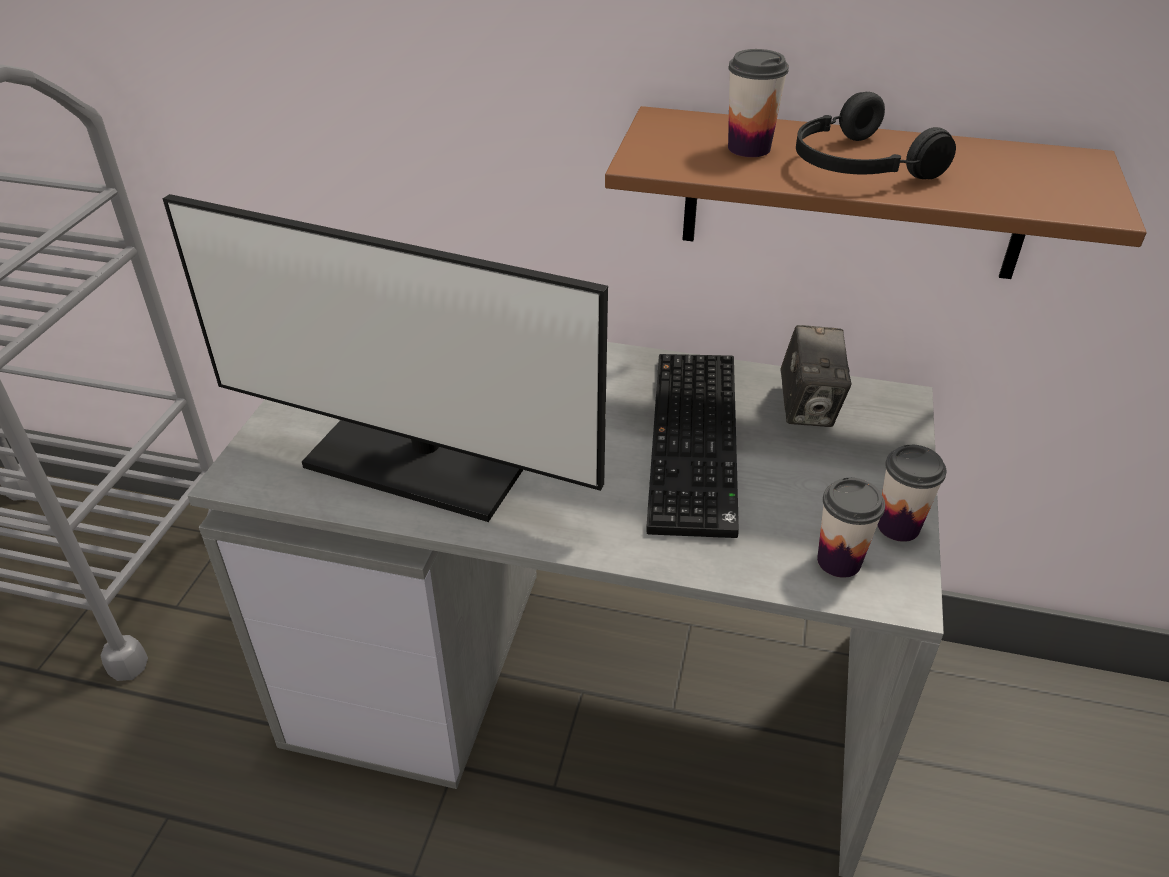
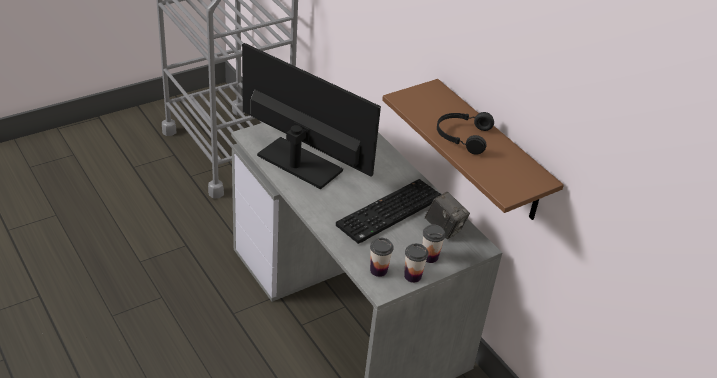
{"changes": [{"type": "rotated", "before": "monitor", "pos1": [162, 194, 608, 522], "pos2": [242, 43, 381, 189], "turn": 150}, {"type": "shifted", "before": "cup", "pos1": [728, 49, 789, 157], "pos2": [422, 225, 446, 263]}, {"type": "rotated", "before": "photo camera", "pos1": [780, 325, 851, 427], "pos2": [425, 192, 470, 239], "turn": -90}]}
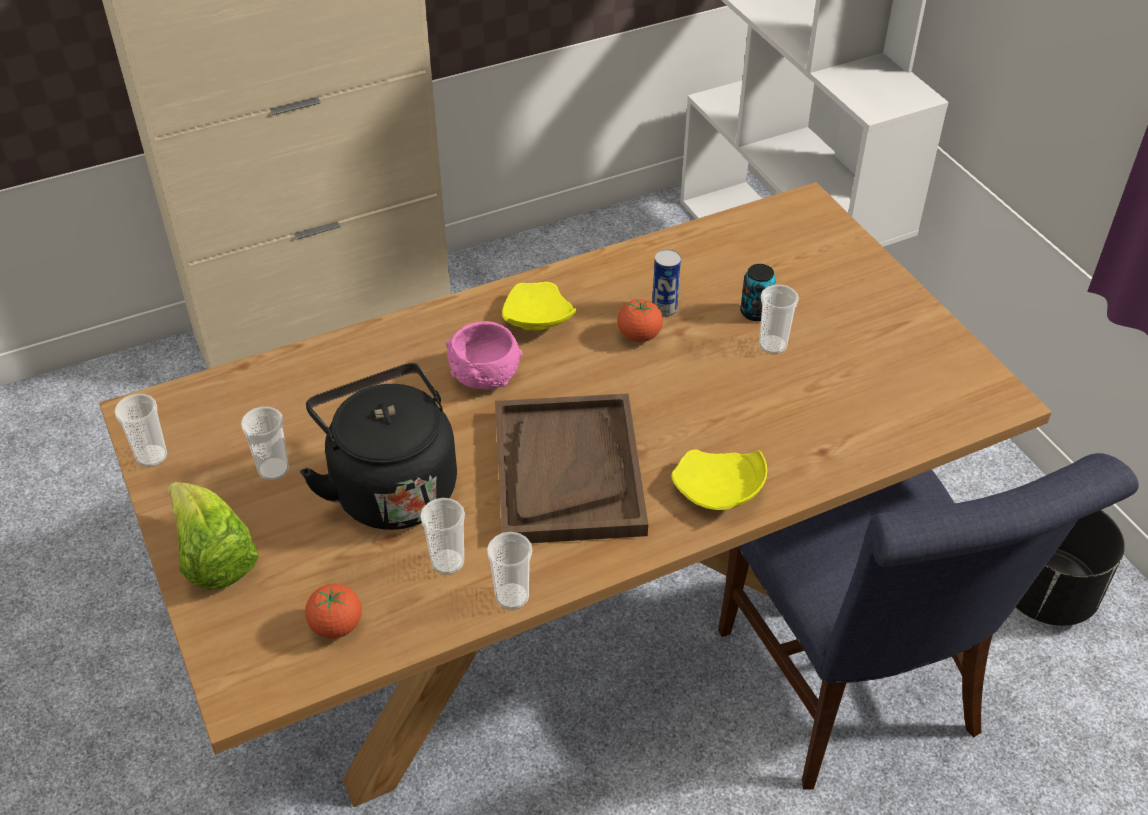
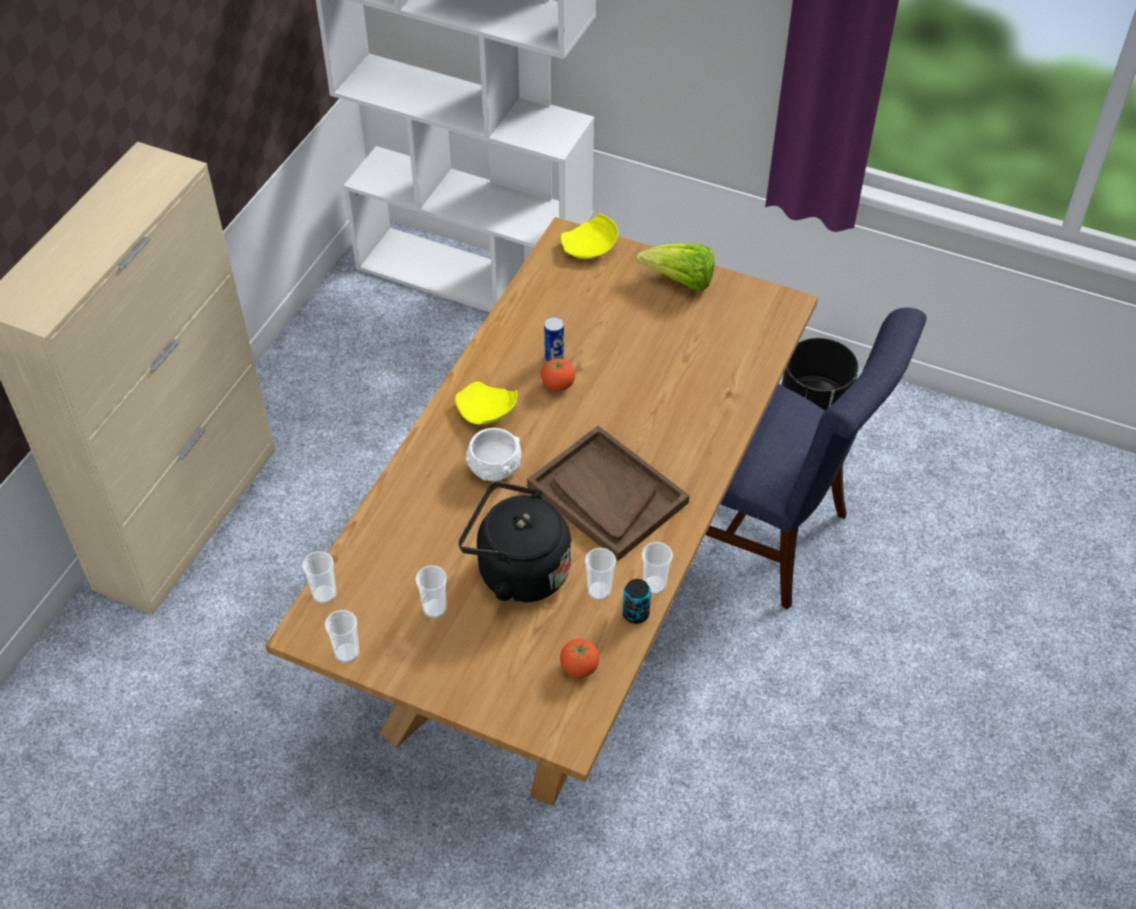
{"changes": [{"type": "shifted", "before": "lettuce", "pos1": [168, 482, 259, 589], "pos2": [636, 243, 715, 291]}, {"type": "repainted", "before": "pink bowl", "after": "white bowl", "pos1": [446, 321, 522, 390], "pos2": [466, 428, 521, 481]}, {"type": "shifted", "before": "yellow plate", "pos1": [671, 450, 767, 510], "pos2": [561, 213, 618, 259]}, {"type": "shifted", "before": "can", "pos1": [740, 264, 776, 321], "pos2": [623, 579, 651, 624]}, {"type": "shifted", "before": "cup", "pos1": [759, 284, 799, 354], "pos2": [302, 551, 337, 604]}]}
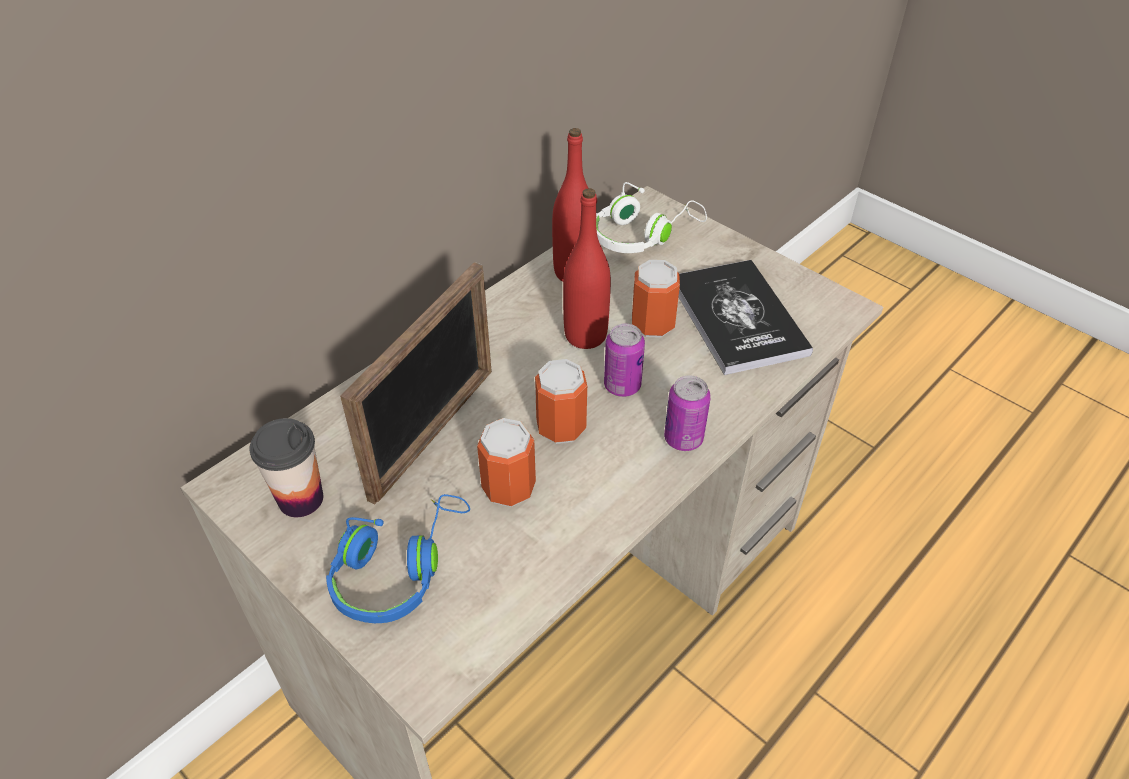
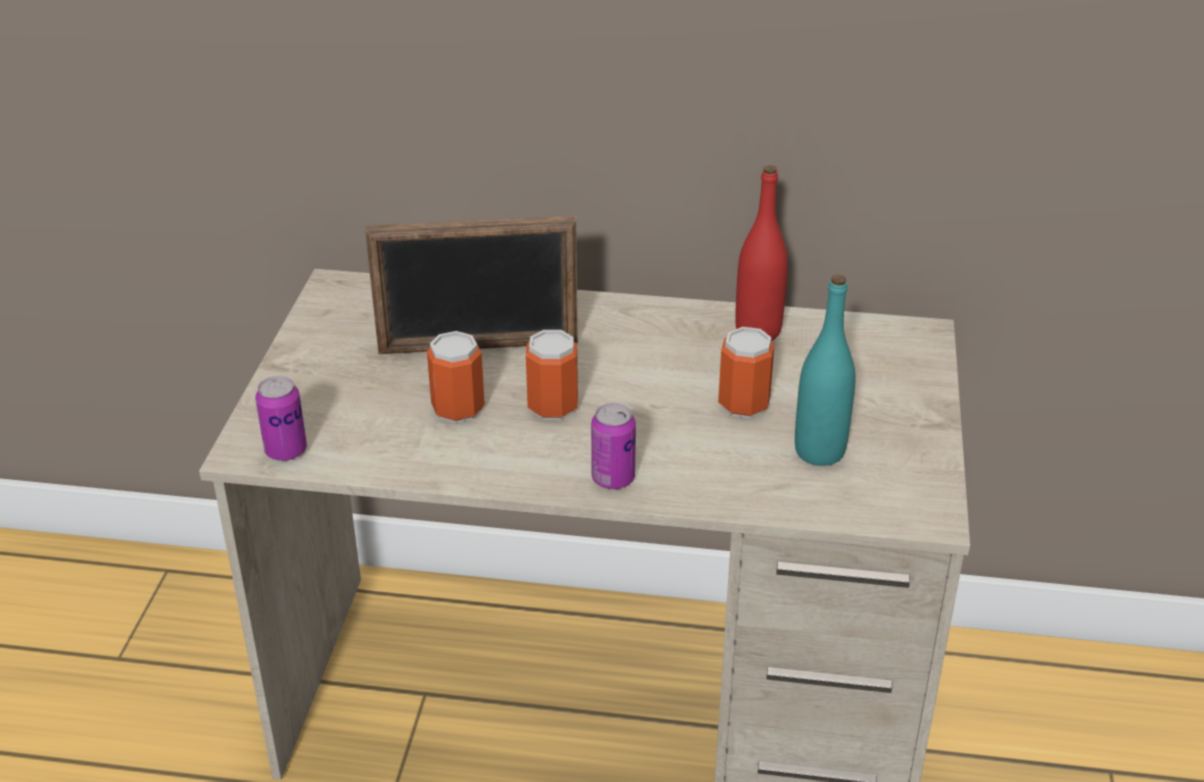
{"changes": [{"type": "gone", "before": "cup", "pos1": [249, 418, 323, 517]}, {"type": "gone", "before": "blue headphones", "pos1": [326, 494, 470, 623]}, {"type": "gone", "before": "red bottle", "pos1": [563, 188, 611, 349]}, {"type": "gone", "before": "white headphones", "pos1": [596, 182, 707, 253]}, {"type": "shifted", "before": "can", "pos1": [604, 324, 645, 397], "pos2": [255, 376, 307, 461]}, {"type": "swapped", "before": "book", "after": "turquoise bottle", "pos1": [679, 260, 813, 375], "pos2": [795, 275, 856, 466]}]}
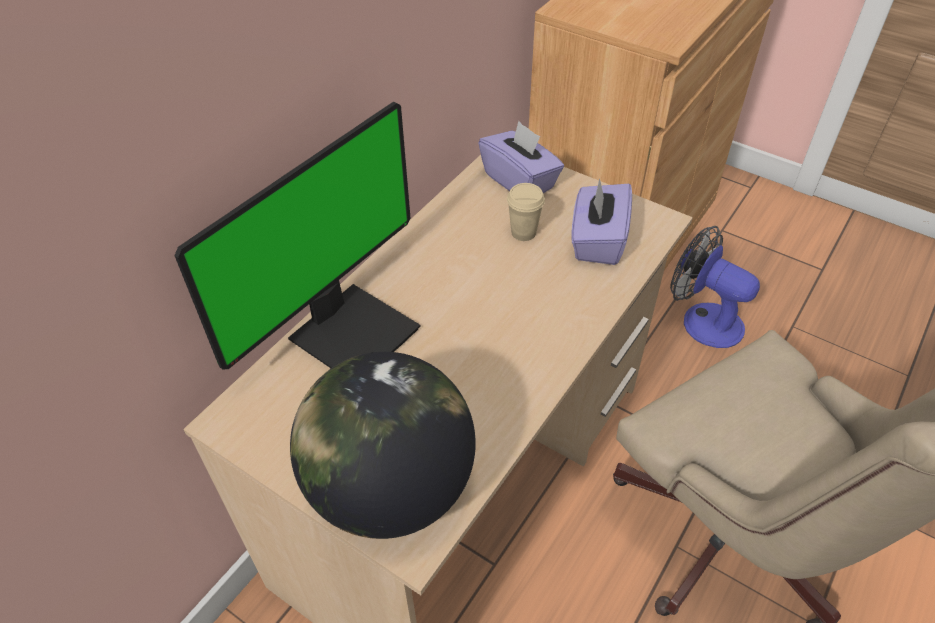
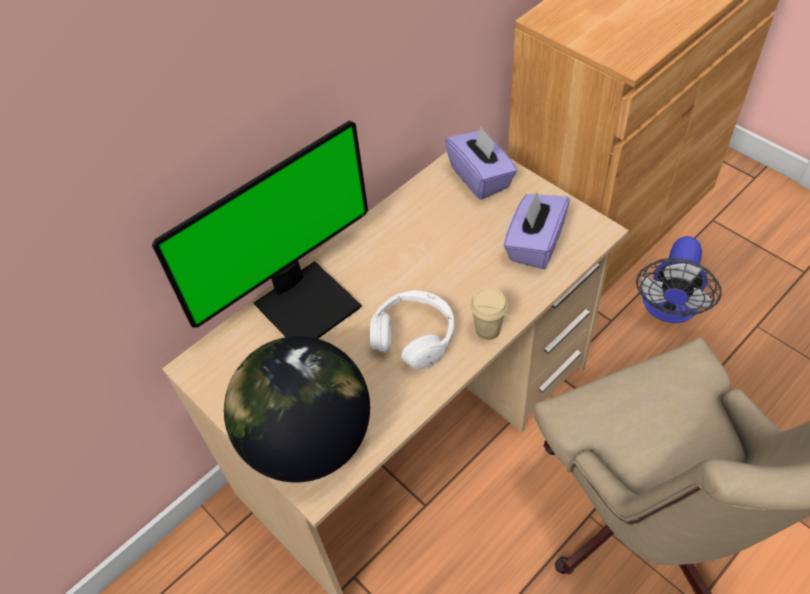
{"changes": [{"type": "shifted", "before": "beige cup", "pos1": [507, 183, 545, 241], "pos2": [470, 288, 508, 340]}, {"type": "rotated", "before": "fan", "pos1": [670, 226, 760, 348], "pos2": [636, 236, 722, 323], "turn": -120}, {"type": "new", "after": "white headphones", "pos2": [369, 290, 454, 370]}]}
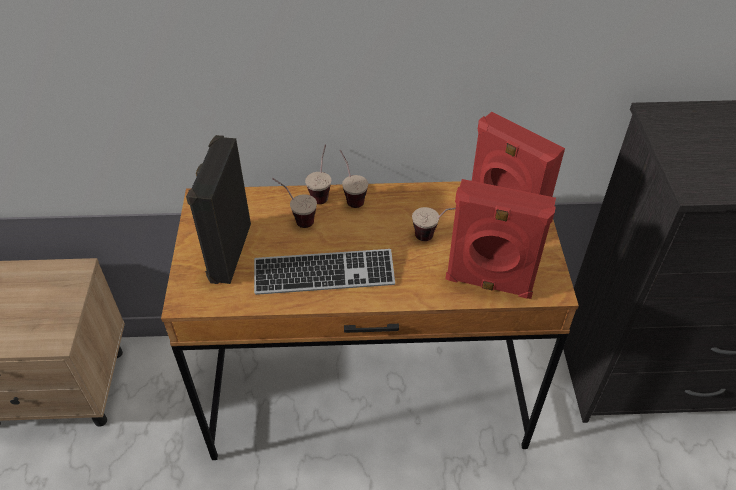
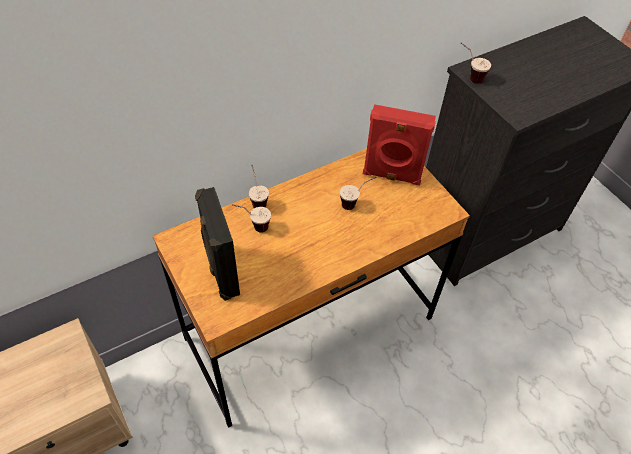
{"changes": [{"type": "gone", "before": "keyboard", "pos1": [254, 249, 395, 295]}, {"type": "shifted", "before": "cup", "pos1": [340, 150, 368, 208], "pos2": [461, 43, 491, 84]}, {"type": "gone", "before": "red speaker", "pos1": [446, 179, 556, 299]}]}
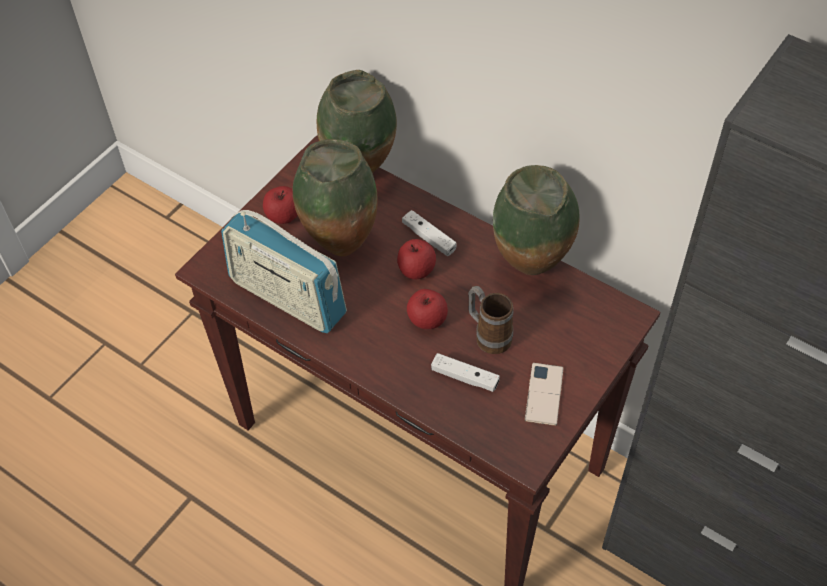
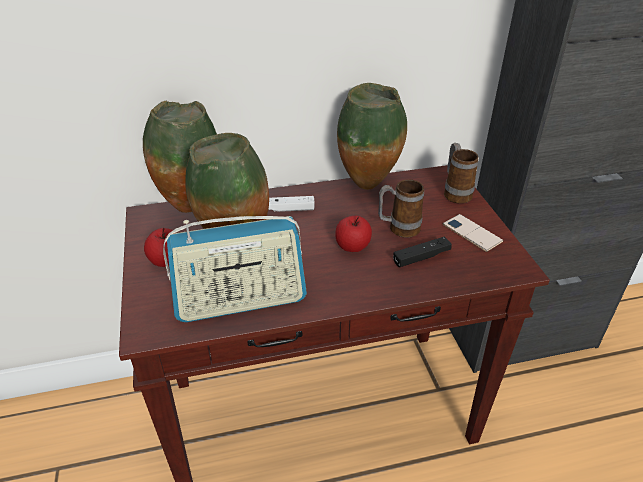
{"changes": [{"type": "gone", "before": "apple", "pos1": [397, 239, 436, 280]}, {"type": "repainted", "before": "white game controller", "after": "black game controller", "pos1": [431, 353, 500, 392], "pos2": [393, 237, 452, 267]}, {"type": "new", "after": "mug", "pos2": [444, 143, 478, 204]}]}
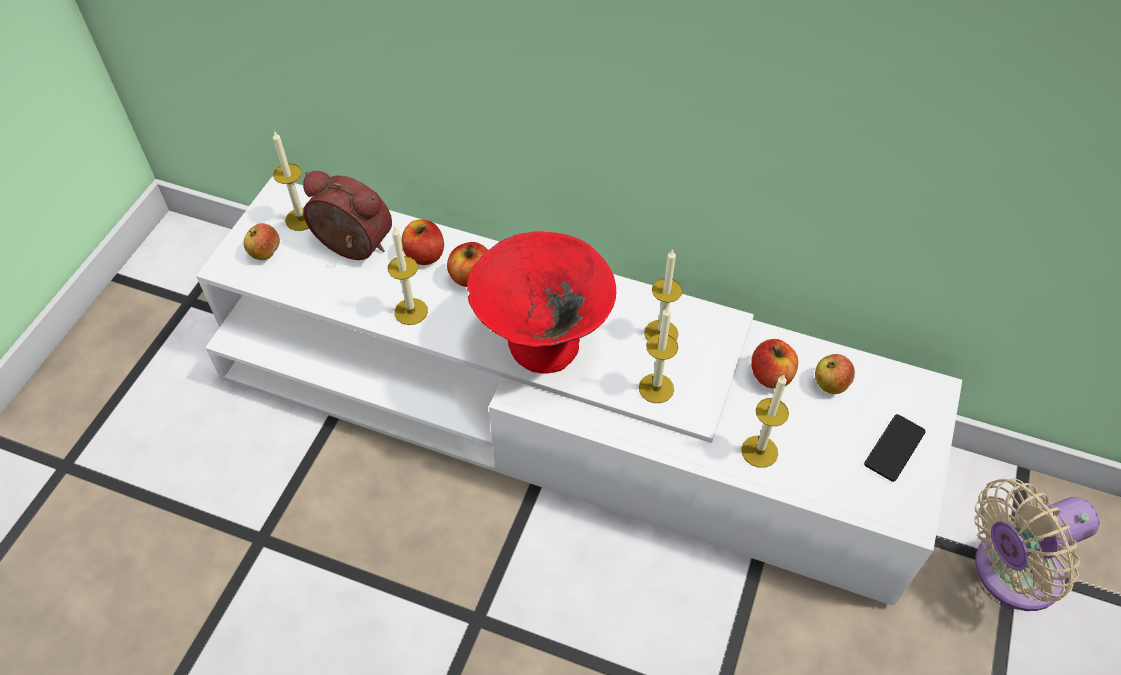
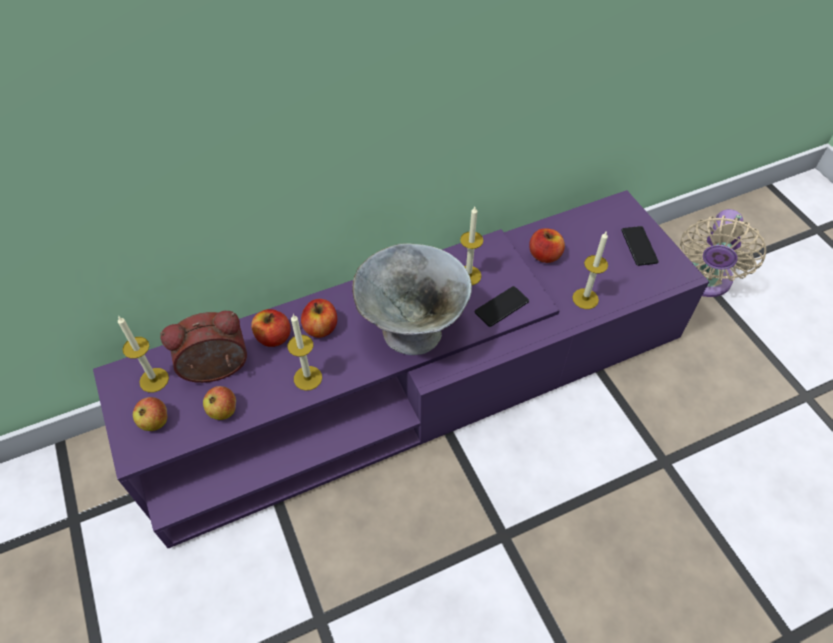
{"changes": [{"type": "repainted", "before": "white tv stand", "after": "purple tv stand", "pos1": [196, 177, 962, 606], "pos2": [93, 190, 709, 549]}, {"type": "repainted", "before": "red bowl", "after": "grey bowl", "pos1": [467, 231, 616, 374], "pos2": [352, 243, 472, 355]}, {"type": "swapped", "before": "candle", "after": "phone", "pos1": [639, 306, 678, 403], "pos2": [475, 286, 529, 327]}, {"type": "shifted", "before": "apple", "pos1": [815, 354, 855, 394], "pos2": [203, 386, 236, 420]}]}
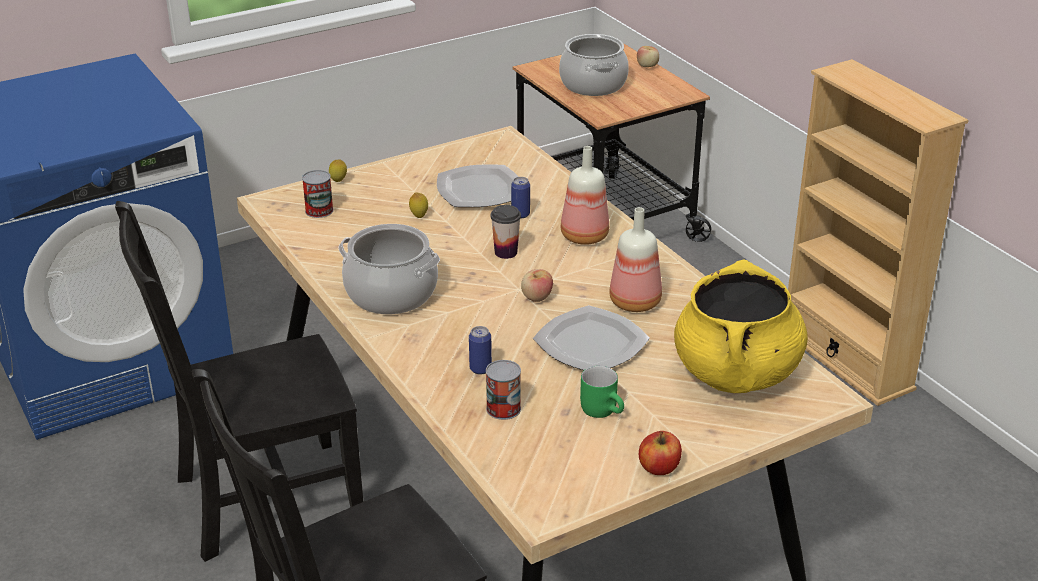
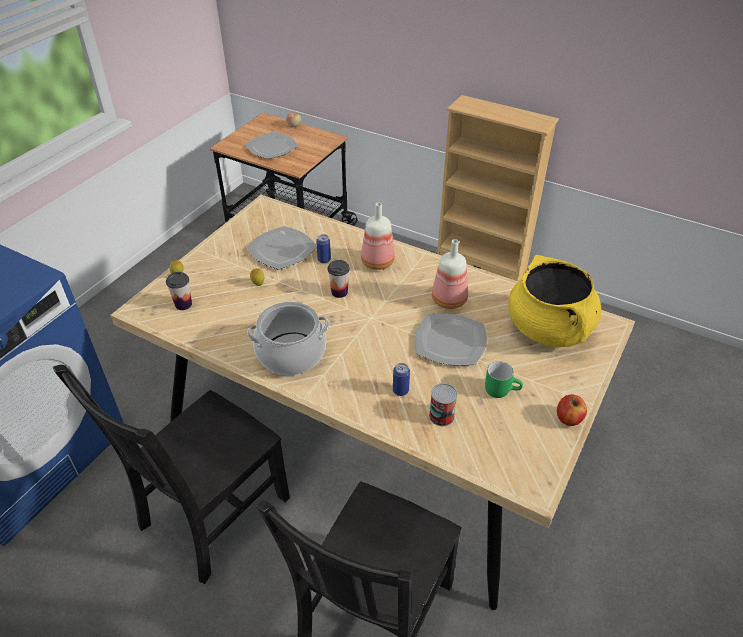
{"changes": [{"type": "swapped", "before": "can", "after": "cup", "pos1": [302, 170, 333, 218], "pos2": [166, 272, 192, 310]}, {"type": "gone", "before": "apple", "pos1": [521, 269, 553, 302]}, {"type": "swapped", "before": "cooking pot", "after": "plate", "pos1": [559, 34, 629, 96], "pos2": [245, 132, 299, 159]}]}
